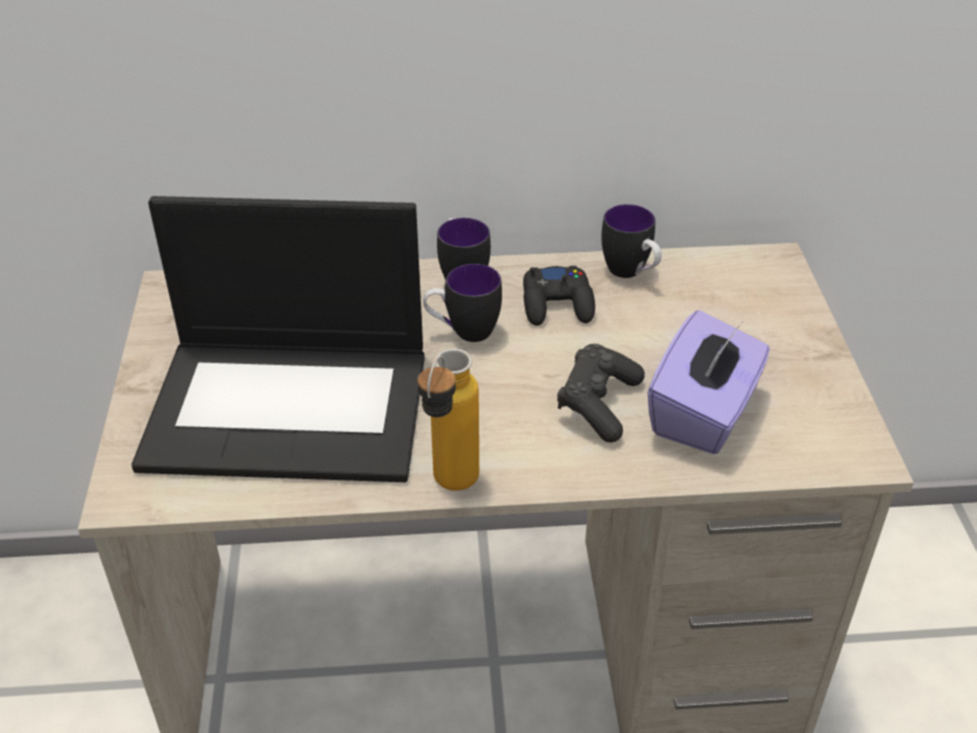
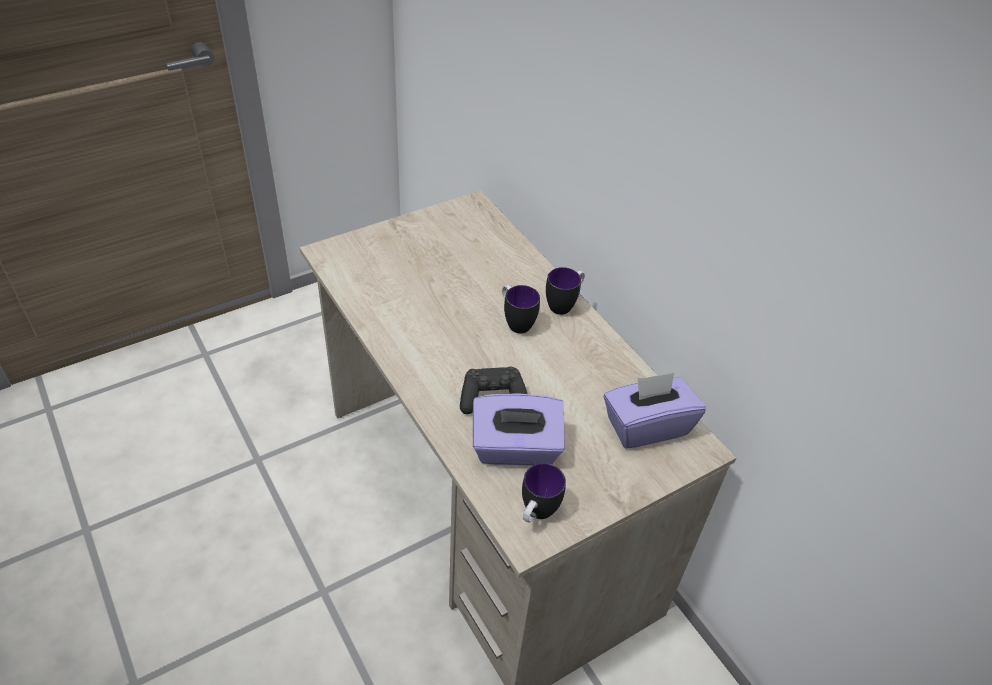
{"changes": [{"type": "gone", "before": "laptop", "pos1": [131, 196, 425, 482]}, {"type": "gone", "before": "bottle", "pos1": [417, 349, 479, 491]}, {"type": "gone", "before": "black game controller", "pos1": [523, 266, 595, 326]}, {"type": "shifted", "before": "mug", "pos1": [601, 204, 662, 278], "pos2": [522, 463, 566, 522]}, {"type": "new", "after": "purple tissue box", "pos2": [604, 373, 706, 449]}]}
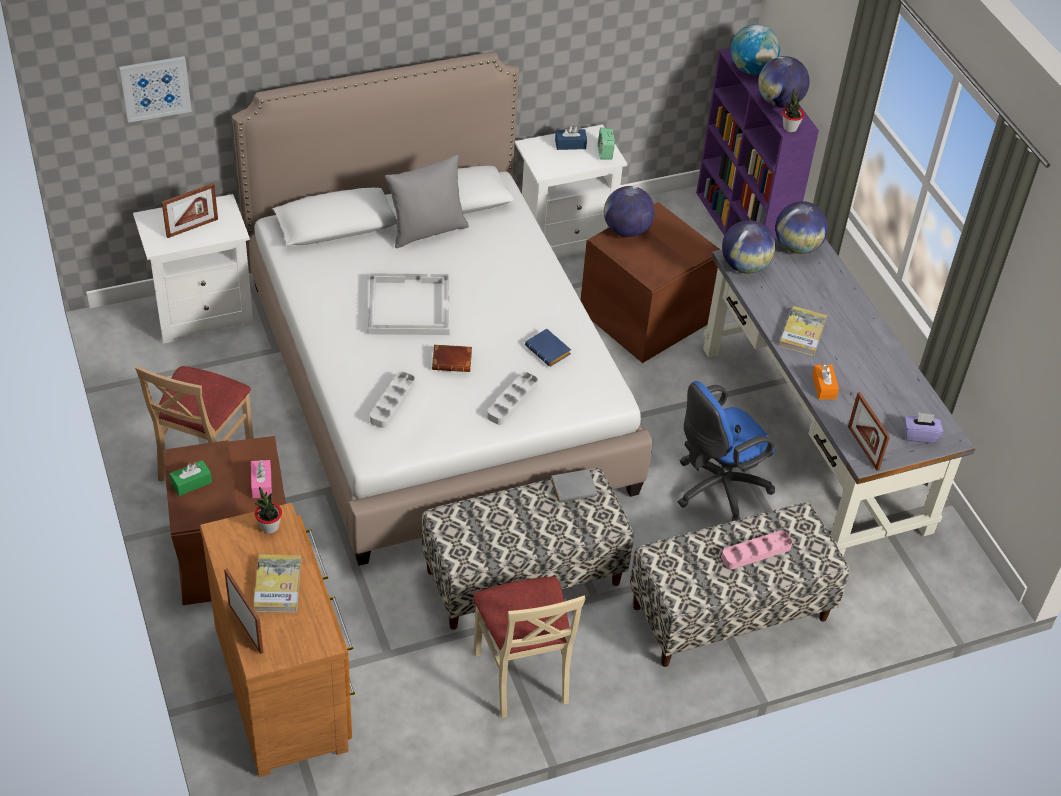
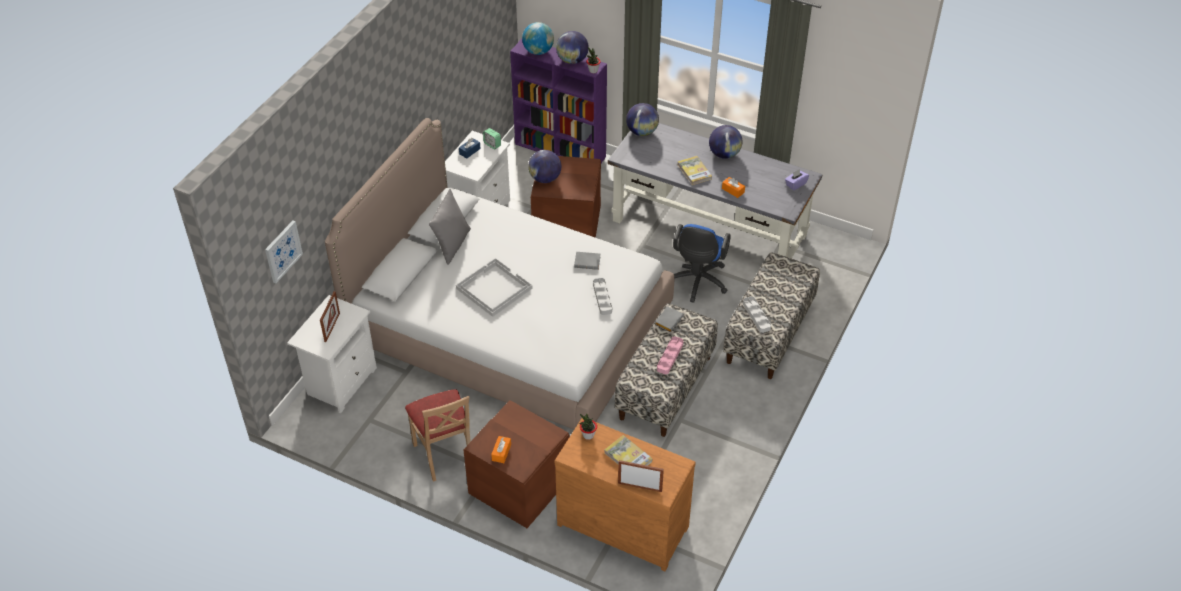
{"changes": [{"type": "repainted", "before": "green tissue box", "after": "orange tissue box", "pos1": [170, 460, 212, 496], "pos2": [491, 436, 511, 463]}, {"type": "gone", "before": "pink tissue box", "pos1": [251, 460, 272, 498]}, {"type": "shifted", "before": "grey tray", "pos1": [370, 372, 415, 428], "pos2": [743, 296, 771, 333]}, {"type": "gone", "before": "brown book", "pos1": [432, 344, 472, 372]}, {"type": "gone", "before": "beige chair", "pos1": [473, 577, 586, 718]}, {"type": "repainted", "before": "blue book", "after": "grey book", "pos1": [525, 329, 571, 367], "pos2": [574, 252, 600, 270]}, {"type": "shifted", "before": "pink tray", "pos1": [721, 530, 792, 569], "pos2": [657, 336, 683, 374]}, {"type": "shifted", "before": "globe", "pos1": [722, 220, 775, 273], "pos2": [709, 125, 743, 159]}, {"type": "gone", "before": "picture frame", "pos1": [848, 392, 890, 471]}]}
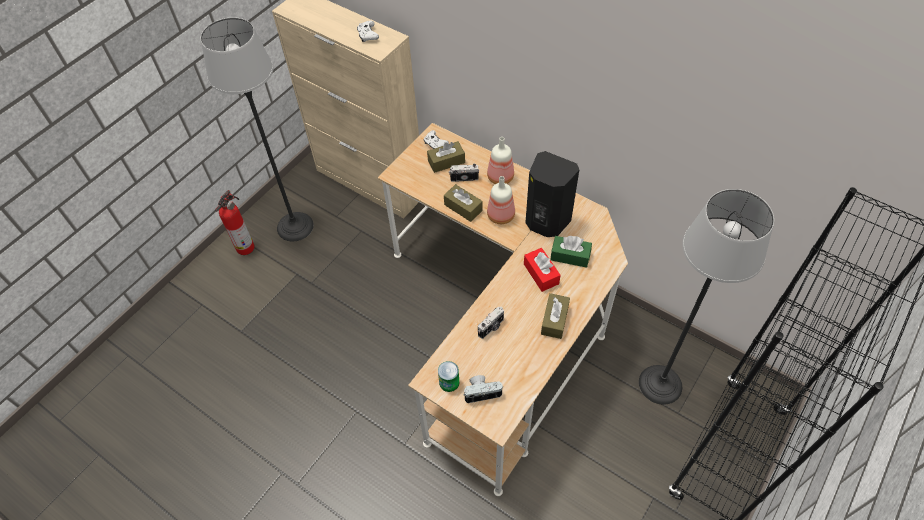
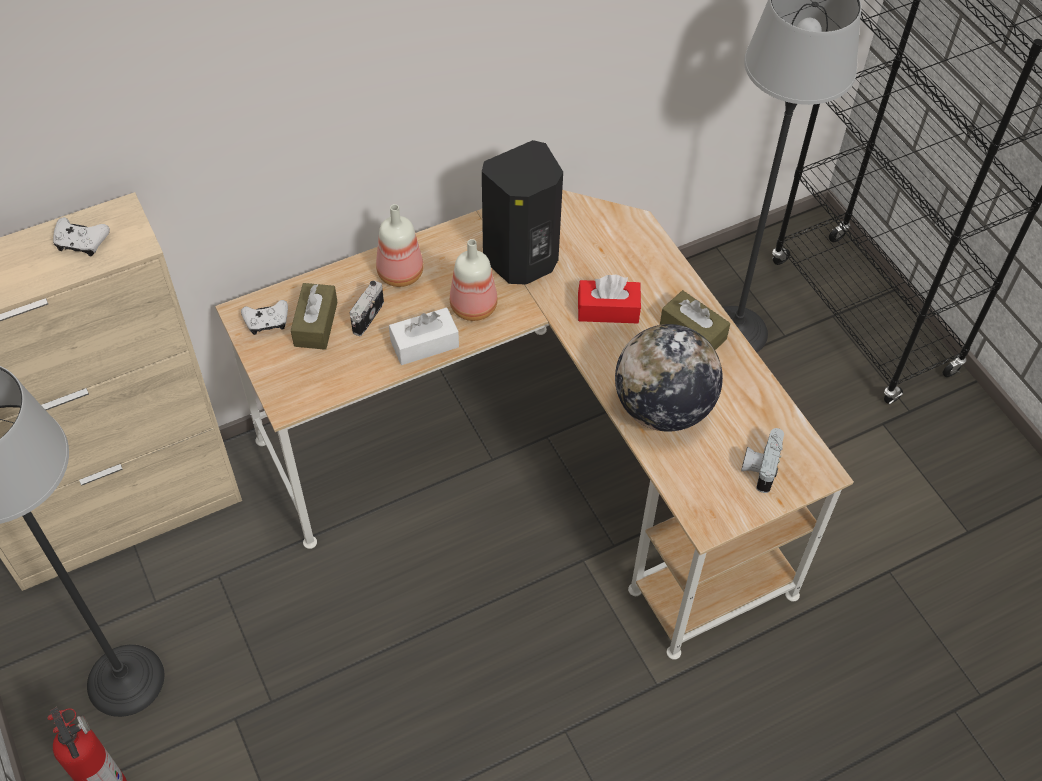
{"changes": [{"type": "gone", "before": "can", "pos1": [438, 361, 459, 392]}, {"type": "repainted", "before": "brown tissue box", "after": "white tissue box", "pos1": [444, 184, 483, 222], "pos2": [389, 307, 459, 365]}, {"type": "swapped", "before": "photo camera", "after": "globe", "pos1": [478, 306, 504, 339], "pos2": [615, 324, 723, 432]}, {"type": "gone", "before": "green tissue box", "pos1": [550, 236, 592, 268]}]}
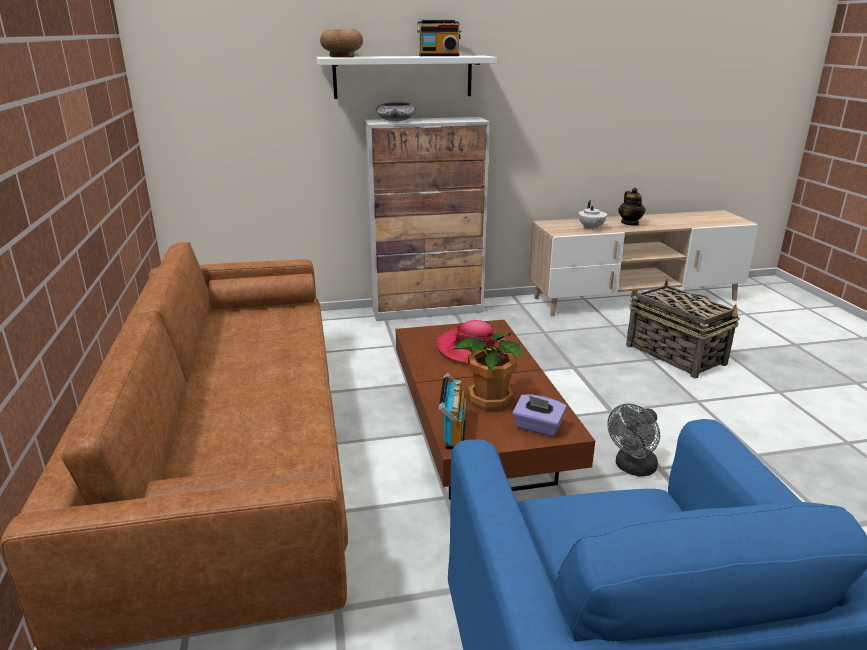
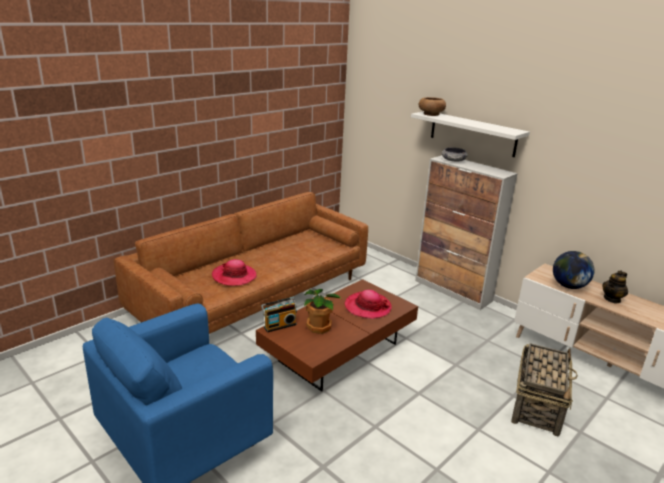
{"changes": [{"type": "gone", "before": "radio", "pos1": [417, 20, 461, 56]}, {"type": "gone", "before": "purple tissue box", "pos1": [512, 394, 567, 437]}, {"type": "swapped", "before": "white teapot", "after": "globe", "pos1": [578, 200, 607, 230], "pos2": [553, 251, 595, 289]}, {"type": "gone", "before": "grey fan", "pos1": [607, 404, 660, 476]}, {"type": "new", "after": "hat", "pos2": [212, 259, 257, 286]}]}
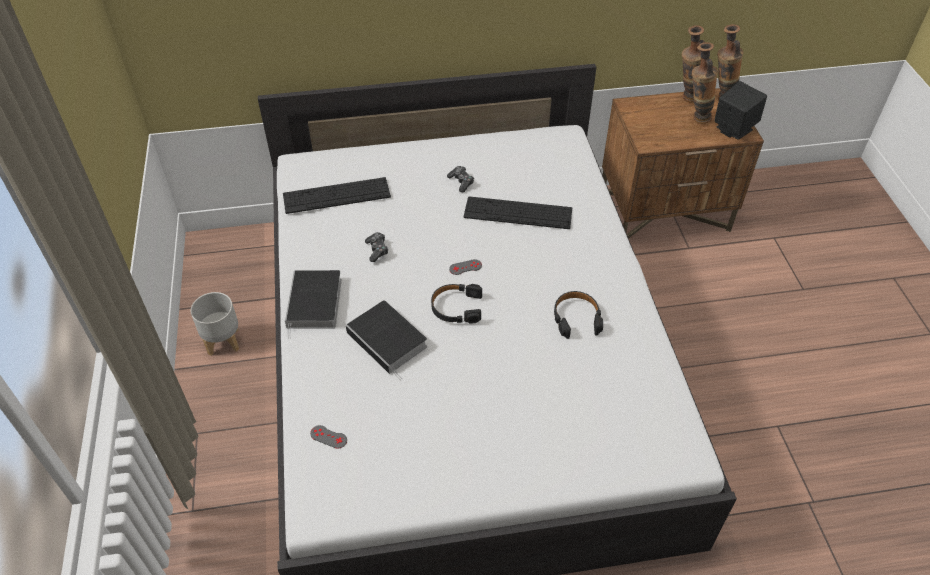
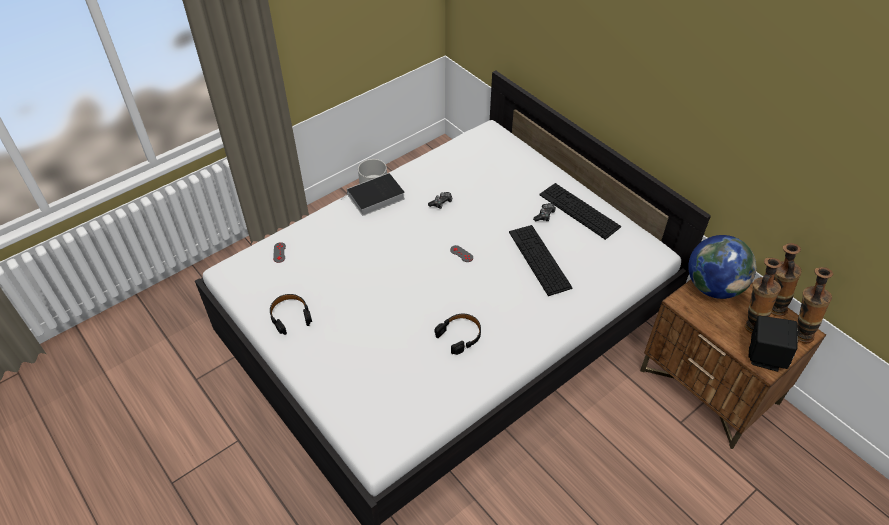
{"changes": [{"type": "shifted", "before": "keyboard", "pos1": [283, 177, 391, 214], "pos2": [539, 183, 621, 240]}, {"type": "gone", "before": "book", "pos1": [346, 300, 427, 380]}, {"type": "shifted", "before": "black headphones", "pos1": [431, 284, 482, 324], "pos2": [270, 294, 312, 335]}, {"type": "new", "after": "globe", "pos2": [688, 235, 756, 299]}]}
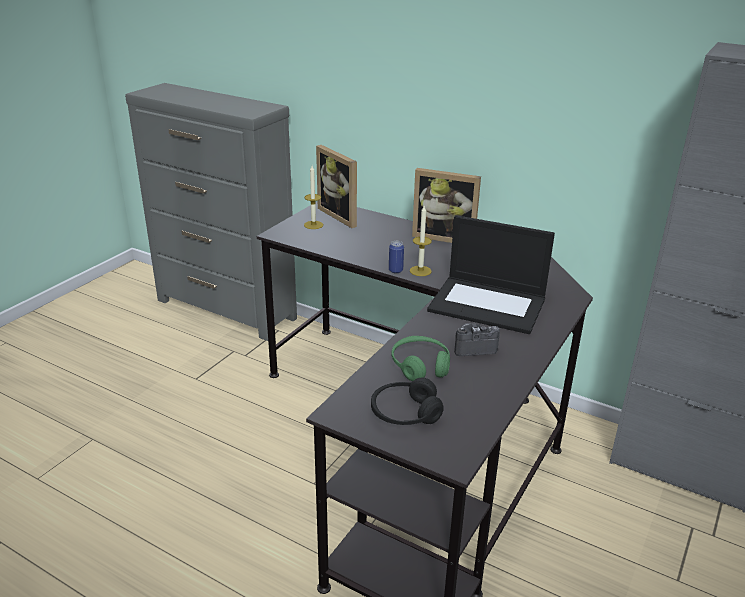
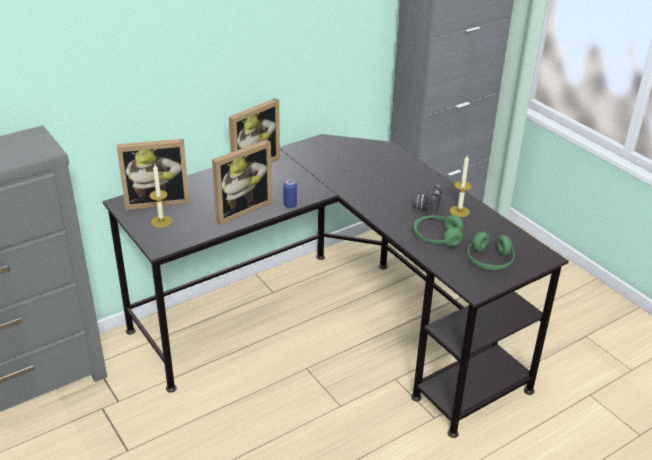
{"changes": [{"type": "repainted", "before": "black headphones", "after": "green headphones", "pos1": [371, 378, 444, 425], "pos2": [467, 232, 515, 270]}, {"type": "shifted", "before": "candle", "pos1": [410, 206, 432, 276], "pos2": [450, 156, 472, 217]}, {"type": "gone", "before": "laptop", "pos1": [427, 215, 555, 334]}, {"type": "new", "after": "picture frame", "pos2": [212, 139, 272, 225]}]}
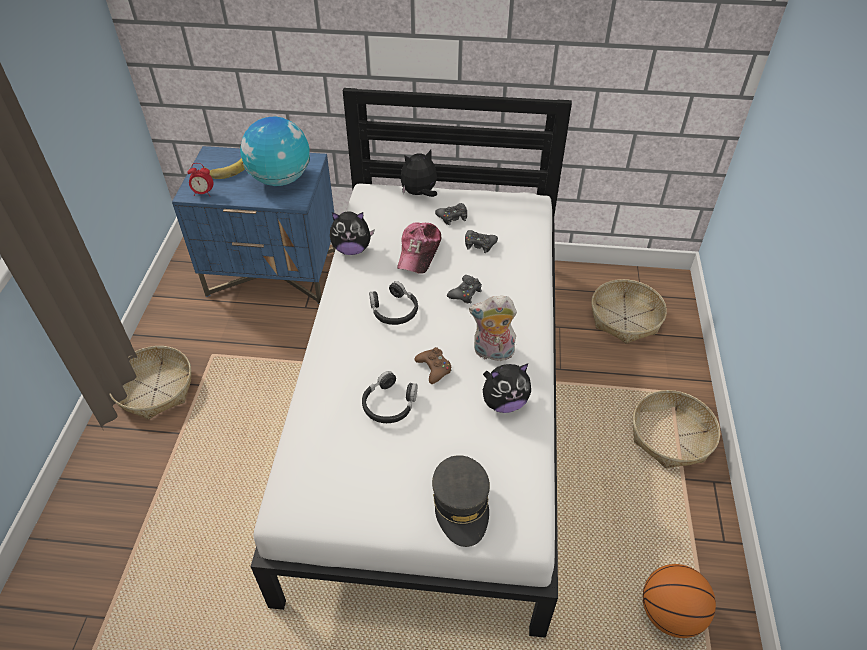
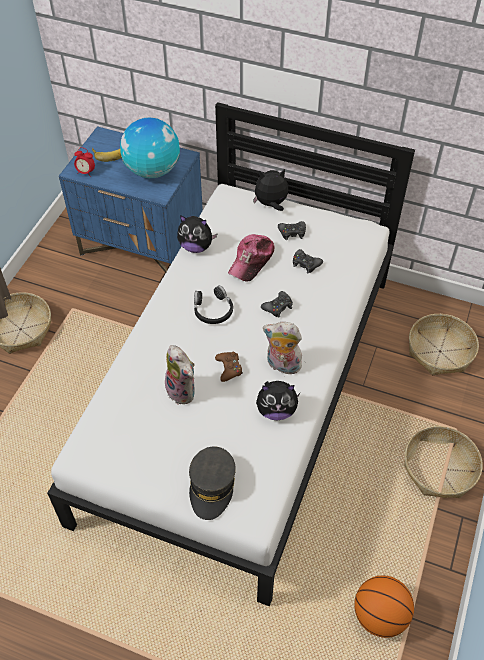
{"changes": [{"type": "swapped", "before": "black headphones", "after": "plush toy", "pos1": [362, 371, 417, 423], "pos2": [165, 345, 194, 405]}]}
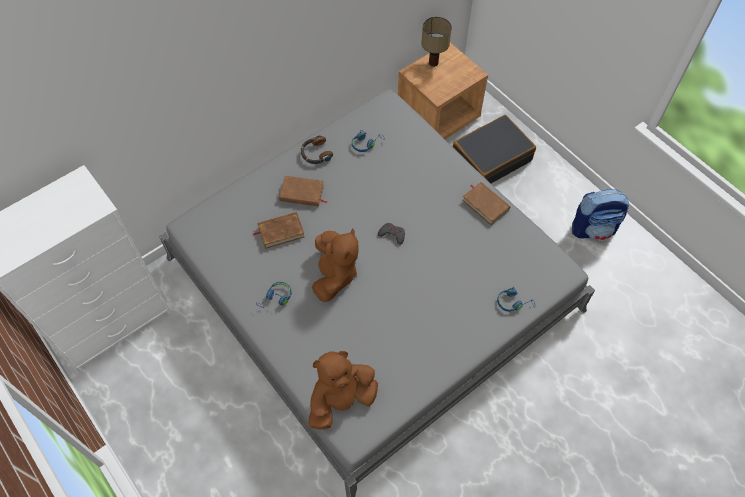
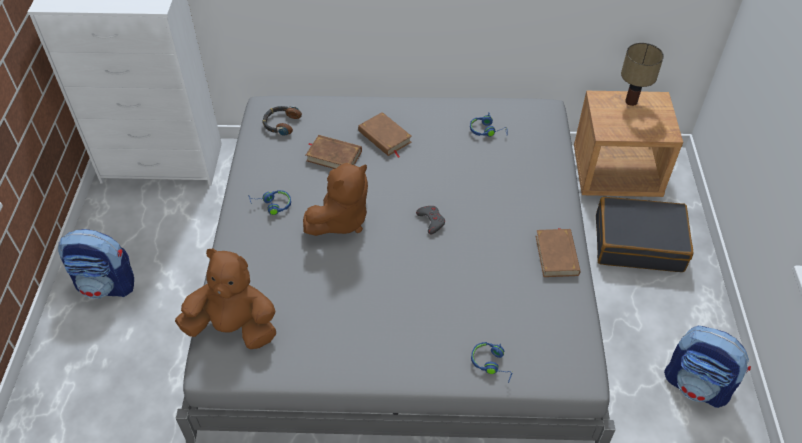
{"changes": [{"type": "shifted", "before": "headphones", "pos1": [301, 135, 333, 164], "pos2": [263, 106, 302, 136]}, {"type": "new", "after": "backpack", "pos2": [58, 229, 134, 299]}]}
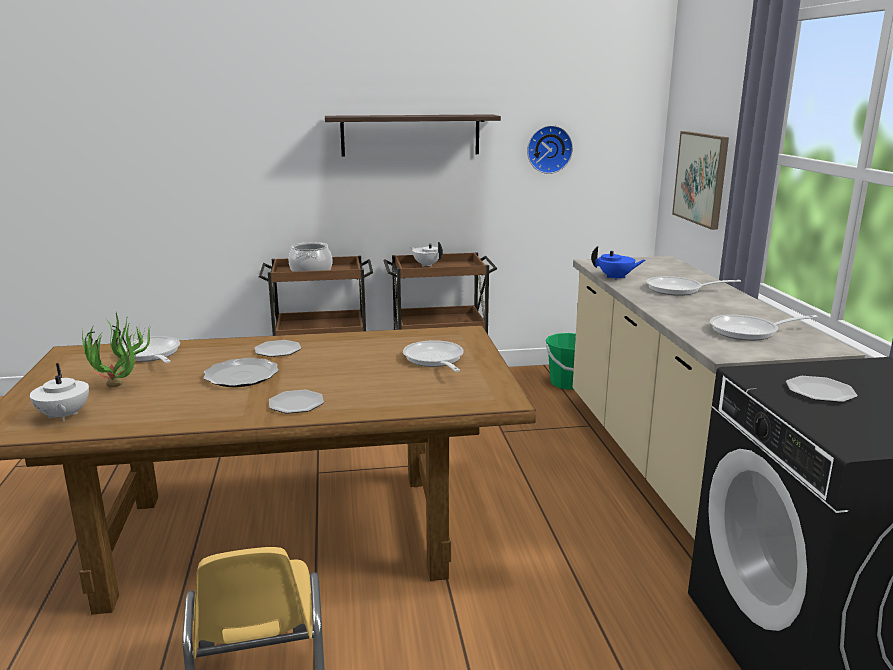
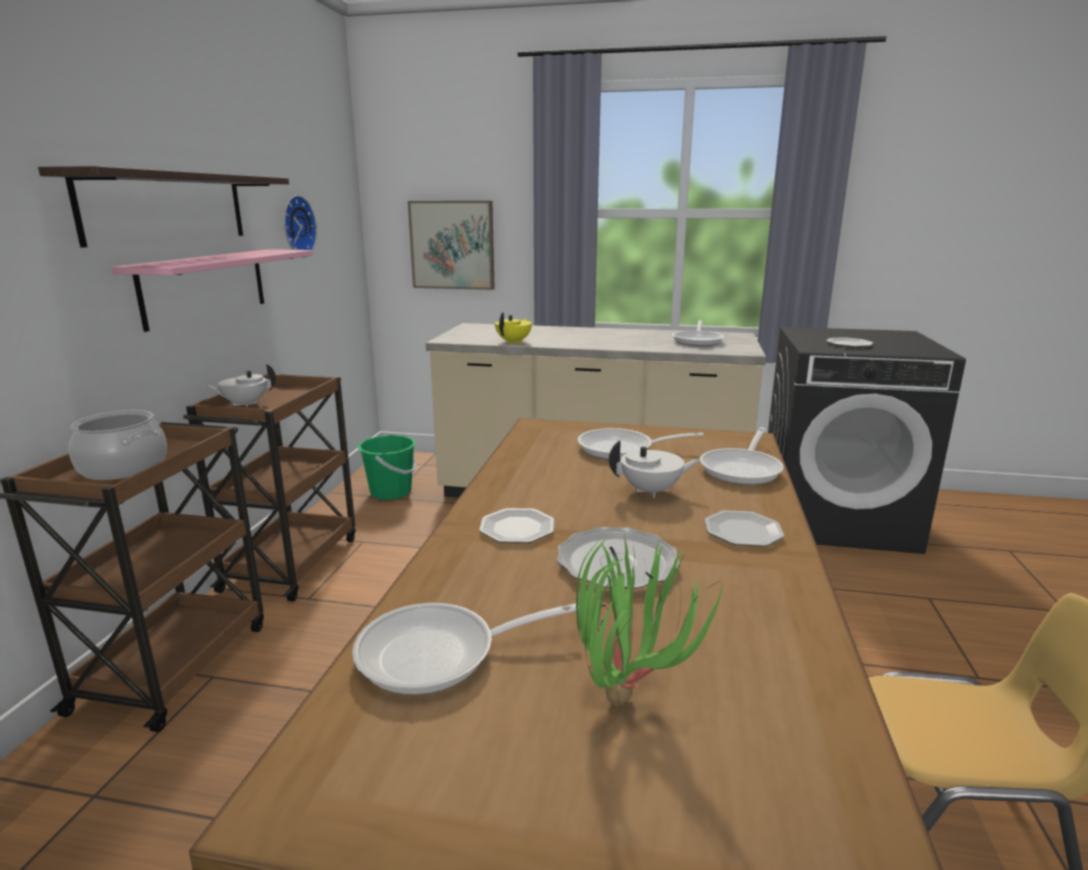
{"changes": [{"type": "shifted", "before": "white teapot", "pos1": [30, 363, 89, 422], "pos2": [609, 440, 701, 498]}, {"type": "repainted", "before": "blue teapot", "after": "yellow teapot", "pos1": [591, 246, 646, 280], "pos2": [495, 312, 532, 344]}, {"type": "shifted", "before": "frying pan", "pos1": [647, 276, 741, 296], "pos2": [700, 427, 784, 485]}, {"type": "new", "after": "pink shelf", "pos2": [111, 249, 313, 332]}]}
